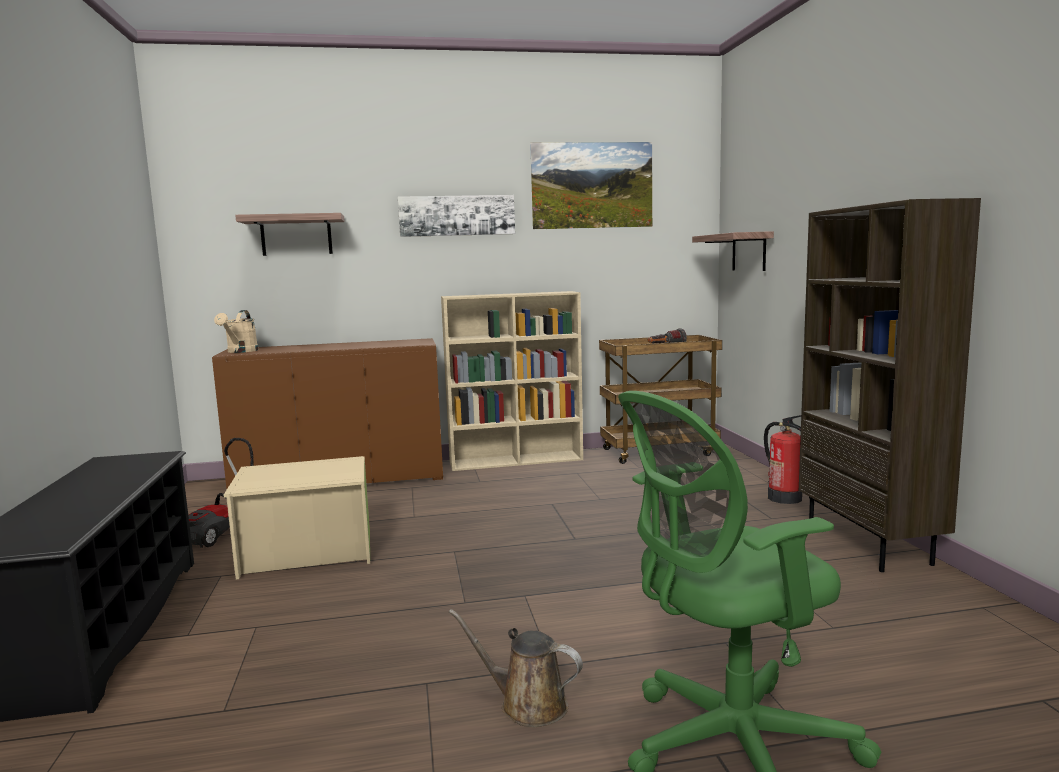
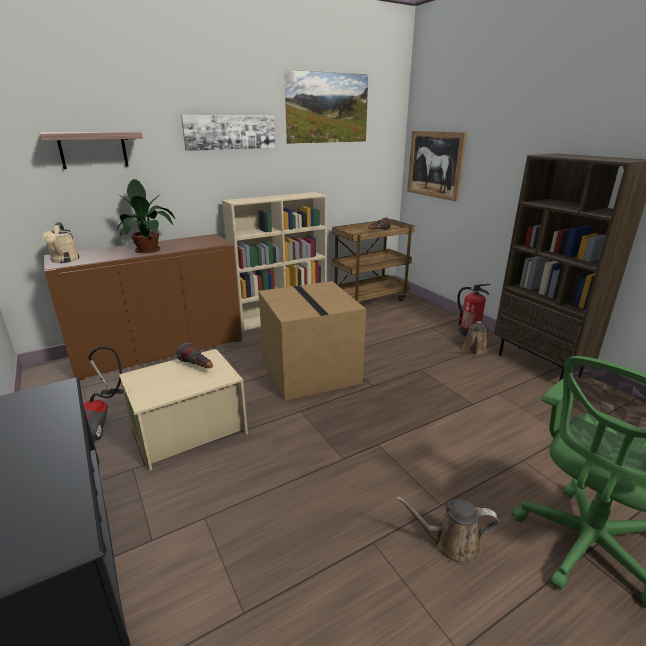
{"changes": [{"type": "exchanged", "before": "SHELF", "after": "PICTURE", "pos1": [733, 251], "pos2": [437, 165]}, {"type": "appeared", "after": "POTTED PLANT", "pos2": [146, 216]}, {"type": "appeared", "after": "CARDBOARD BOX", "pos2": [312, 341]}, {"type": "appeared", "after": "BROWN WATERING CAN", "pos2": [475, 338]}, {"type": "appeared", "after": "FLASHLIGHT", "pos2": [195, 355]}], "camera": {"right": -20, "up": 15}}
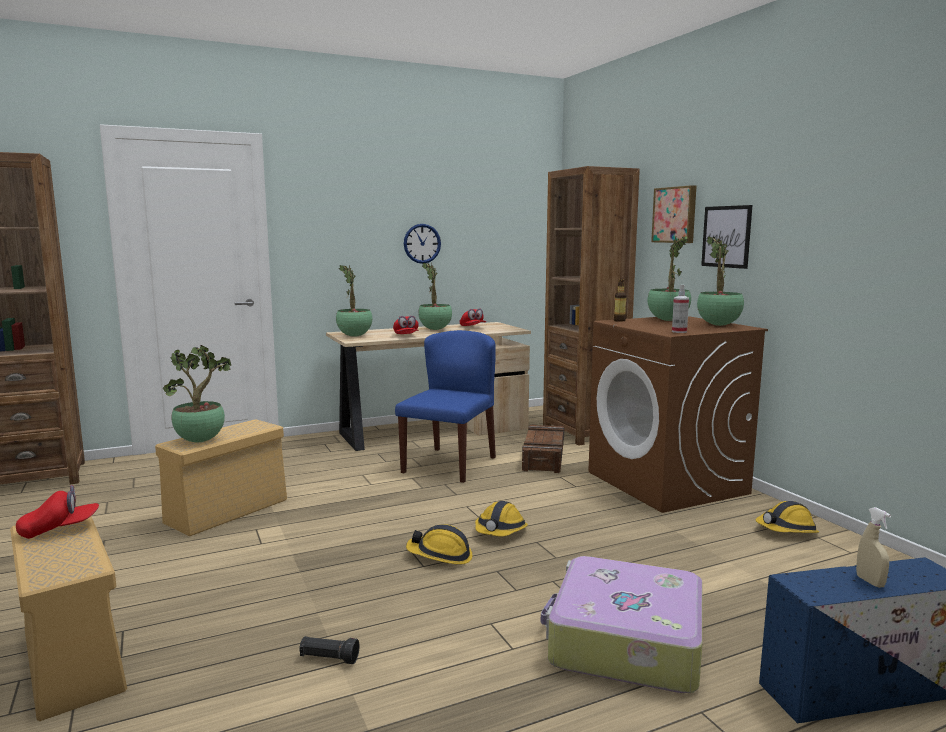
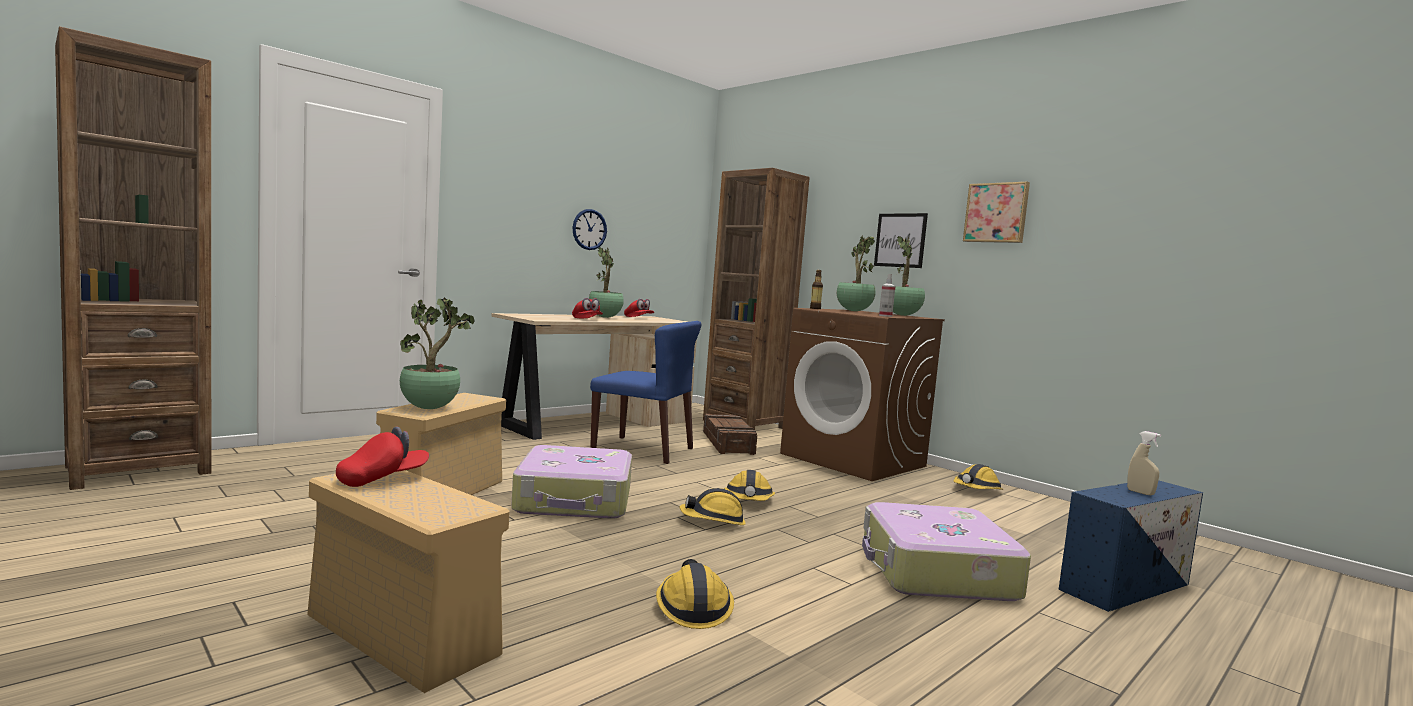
{"changes": [{"type": "relocated", "before": "PICTURE", "pos1": [673, 214], "pos2": [996, 212]}, {"type": "missing", "before": "POTTED PLANT", "pos1": [354, 301]}, {"type": "spun", "before": "BLUE CHAIR", "pos1": [445, 406], "pos2": [645, 392], "turn": 105}, {"type": "exchanged", "before": "BLACK FLASHLIGHT", "after": "HARD HAT", "pos1": [329, 650], "pos2": [695, 594]}, {"type": "appeared", "after": "SUITCASE", "pos2": [571, 482]}], "camera": {"right": -20, "up": -5}}
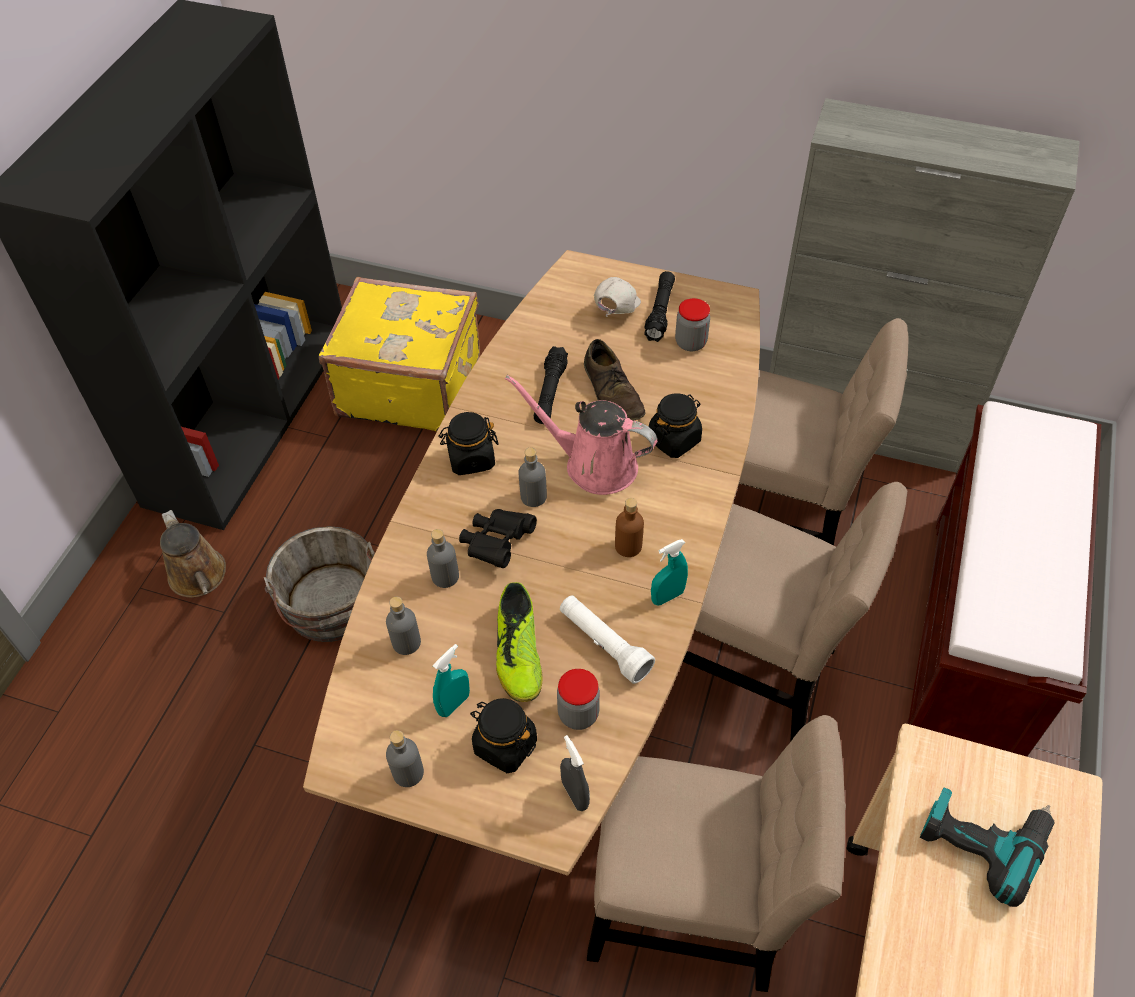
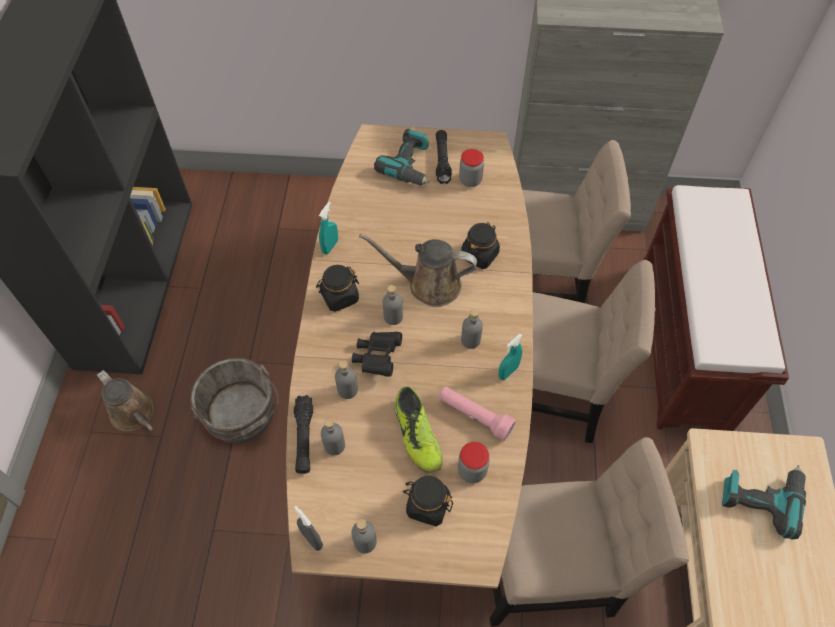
{"changes": [{"type": "missing", "before": "YELLOW SUITCASE", "pos1": [399, 354]}, {"type": "exchanged", "before": "WHITE CAP", "after": "POWER DRILL", "pos1": [617, 297], "pos2": [402, 157]}, {"type": "missing", "before": "BROWN SHOE", "pos1": [615, 380]}, {"type": "relocated", "before": "BLACK FLASHLIGHT", "pos1": [551, 385], "pos2": [303, 434]}, {"type": "colour", "before": "PINK WATERING CAN", "after": "BROWN WATERING CAN", "pos1": [581, 435], "pos2": [418, 270]}, {"type": "colour", "before": "BROWN BOTTLE", "after": "GREY BOTTLE", "pos1": [629, 527], "pos2": [472, 329]}, {"type": "colour", "before": "WHITE FLASHLIGHT", "after": "PINK FLASHLIGHT", "pos1": [607, 640], "pos2": [477, 414]}, {"type": "relocated", "before": "TURQUOISE SPRAY BOTTLE", "pos1": [451, 680], "pos2": [328, 228]}, {"type": "relocated", "before": "GREY SPRAY BOTTLE", "pos1": [575, 773], "pos2": [308, 528]}], "camera": {"right": -15, "up": 5}}
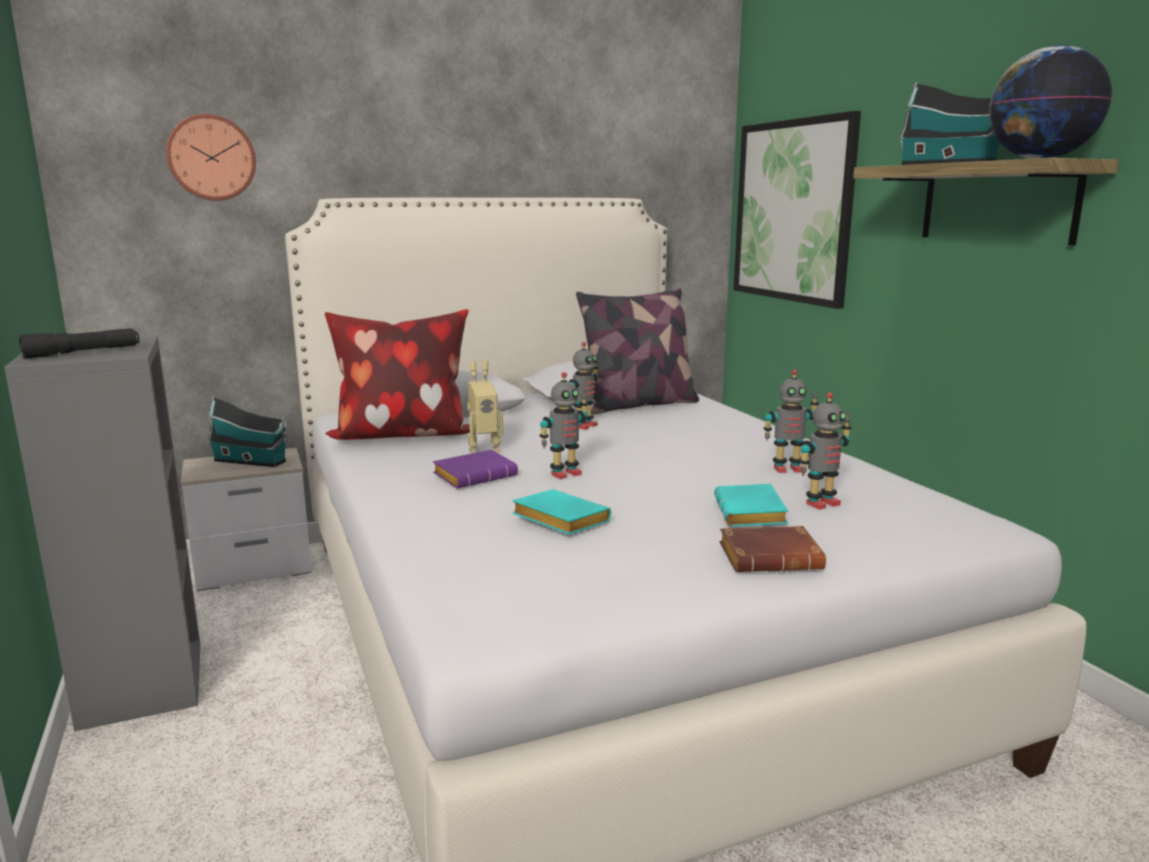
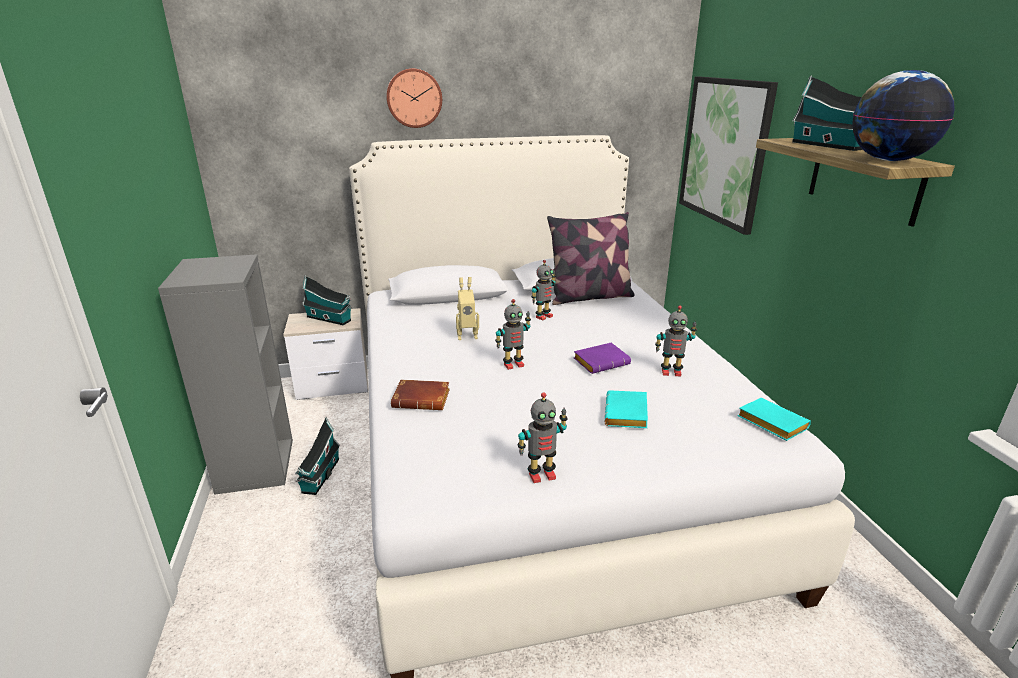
{"changes": [{"type": "relocated", "before": "WALL CLOCK", "pos1": [211, 157], "pos2": [414, 98]}, {"type": "missing", "before": "PILLOW", "pos1": [397, 374]}, {"type": "missing", "before": "BLACK FLASHLIGHT", "pos1": [79, 343]}, {"type": "relocated", "before": "TOY ROBOT", "pos1": [825, 451], "pos2": [543, 437]}, {"type": "relocated", "before": "PURPLE BOOK", "pos1": [475, 469], "pos2": [602, 358]}, {"type": "relocated", "before": "TURQUOISE BOOK", "pos1": [561, 512], "pos2": [774, 419]}, {"type": "relocated", "before": "BROWN BOOK", "pos1": [772, 549], "pos2": [420, 395]}, {"type": "appeared", "after": "TOY HOUSE", "pos2": [318, 456]}], "camera": {"right": 10, "up": 10}}
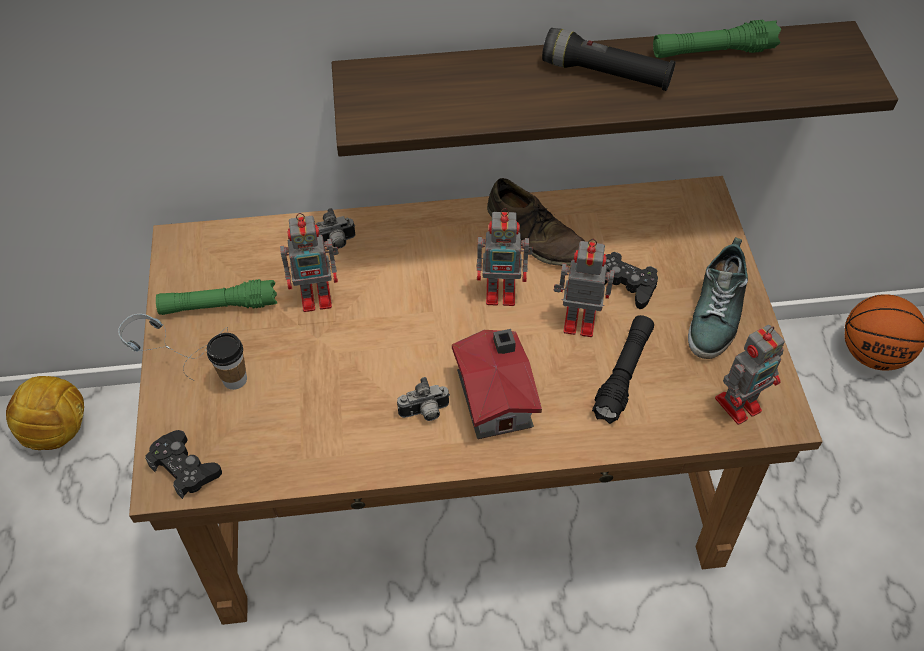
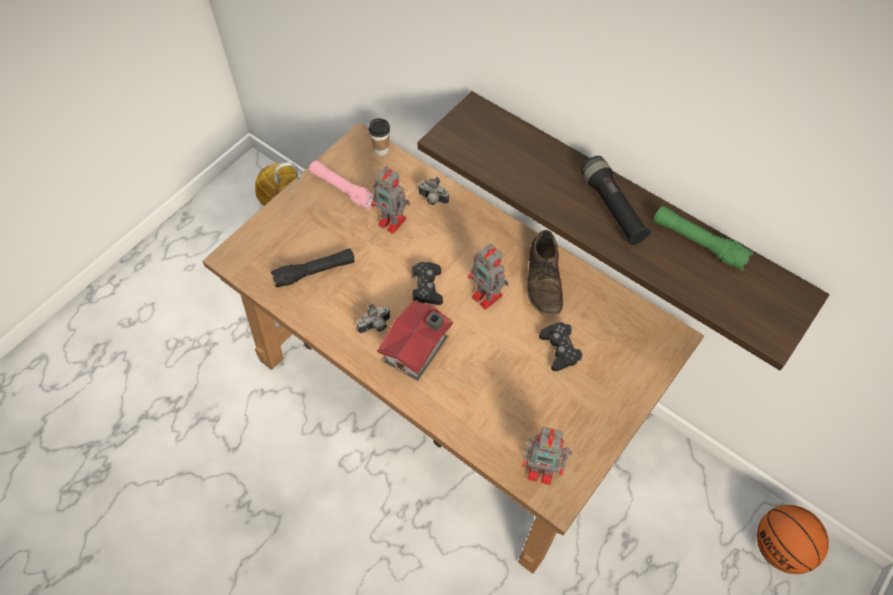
{"changes": [{"type": "missing", "before": "SHOE", "pos1": [718, 298]}, {"type": "missing", "before": "TOY ROBOT", "pos1": [584, 288]}, {"type": "colour", "before": "GREEN FLASHLIGHT", "after": "PINK FLASHLIGHT", "pos1": [216, 297], "pos2": [342, 185]}, {"type": "relocated", "before": "BLACK FLASHLIGHT", "pos1": [623, 369], "pos2": [313, 268]}, {"type": "relocated", "before": "CUP", "pos1": [227, 361], "pos2": [379, 137]}, {"type": "spun", "before": "PHOTO CAMERA", "pos1": [423, 399], "pos2": [373, 318], "turn": -60}, {"type": "relocated", "before": "BLACK GAME CONTROLLER", "pos1": [183, 464], "pos2": [427, 283]}], "camera": {"right": 45, "up": 5}}
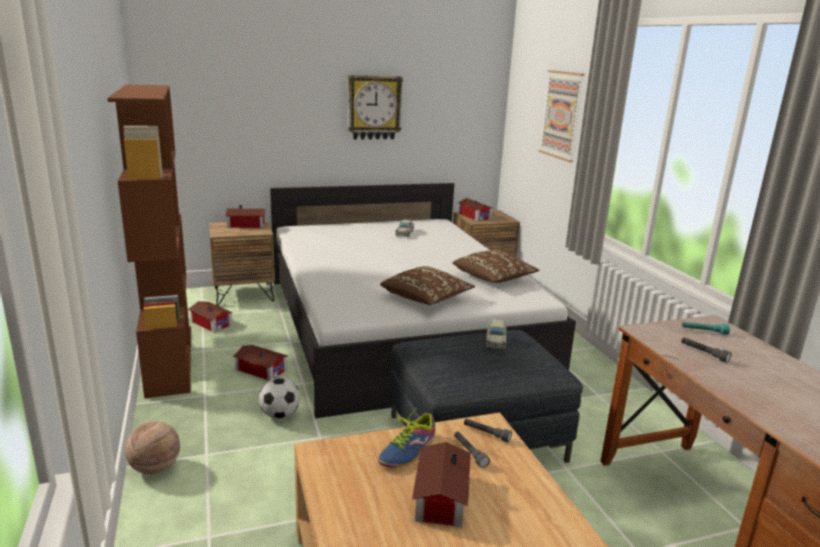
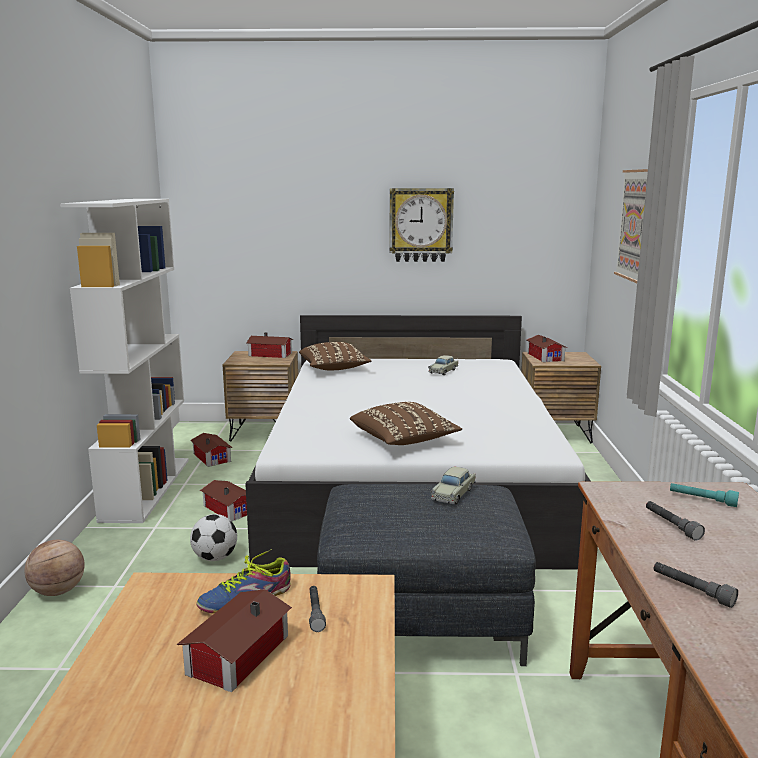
{"changes": [{"type": "colour", "before": "BROWN BOOKCASE", "after": "WHITE BOOKCASE", "pos1": [149, 241], "pos2": [124, 361]}, {"type": "relocated", "before": "BROWN PILLOW", "pos1": [496, 266], "pos2": [335, 356]}, {"type": "relocated", "before": "GREY FLASHLIGHT", "pos1": [488, 430], "pos2": [696, 585]}], "camera": {"right": 20, "up": -5}}
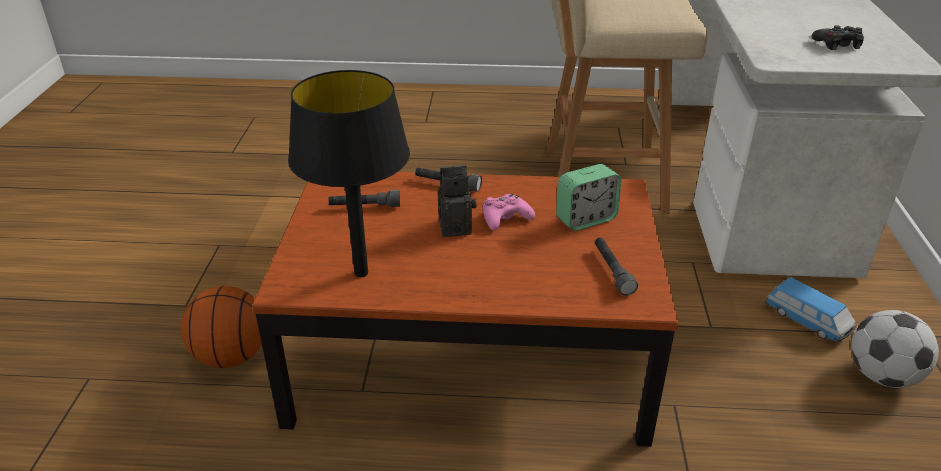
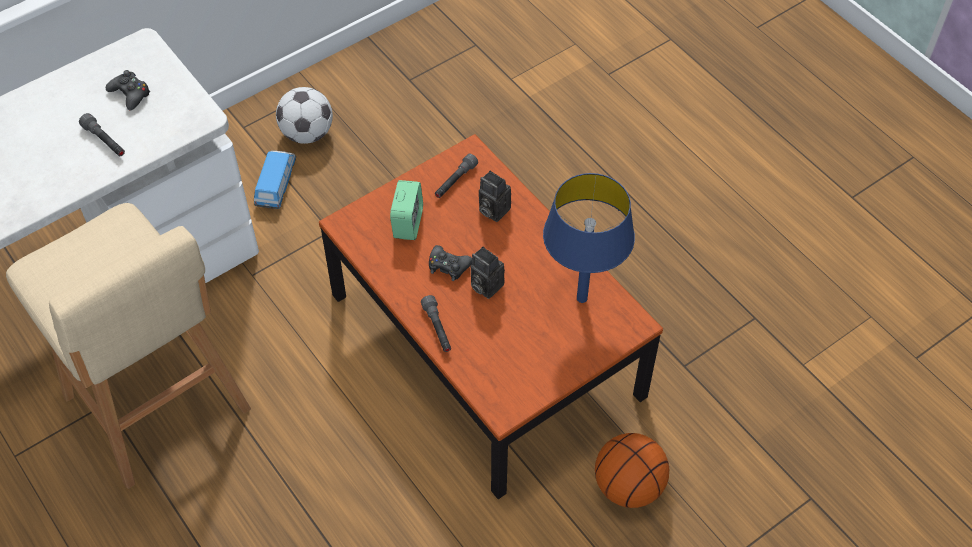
{"changes": [{"type": "colour", "before": "BLACK TABLE LAMP", "after": "BLUE TABLE LAMP", "pos1": [349, 173], "pos2": [589, 238]}, {"type": "spun", "before": "ALARM CLOCK", "pos1": [589, 197], "pos2": [406, 210], "turn": 75}, {"type": "relocated", "before": "GREY FLASHLIGHT", "pos1": [364, 198], "pos2": [102, 134]}, {"type": "colour", "before": "PINK GAME CONTROLLER", "after": "BLACK GAME CONTROLLER", "pos1": [508, 211], "pos2": [450, 263]}, {"type": "appeared", "after": "PHOTO CAMERA", "pos2": [495, 196]}], "camera": {"right": -130, "up": 20}}
